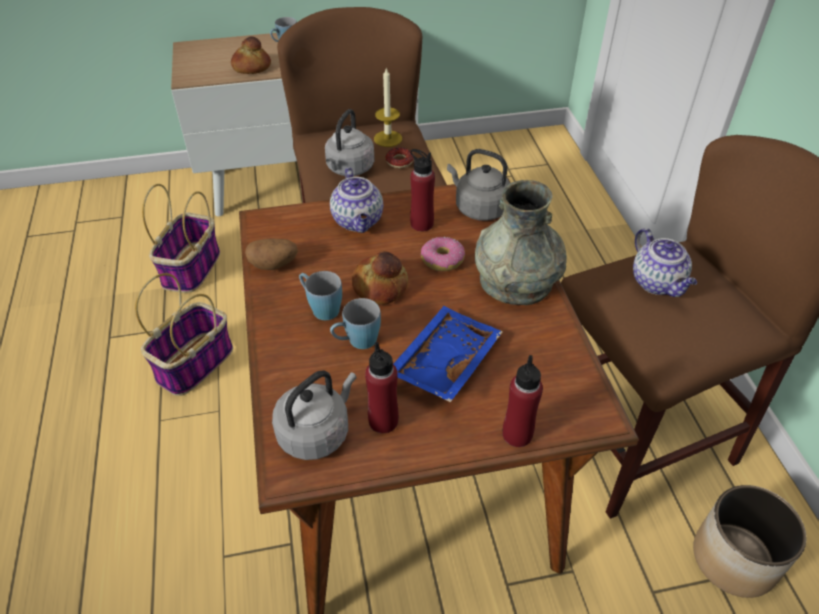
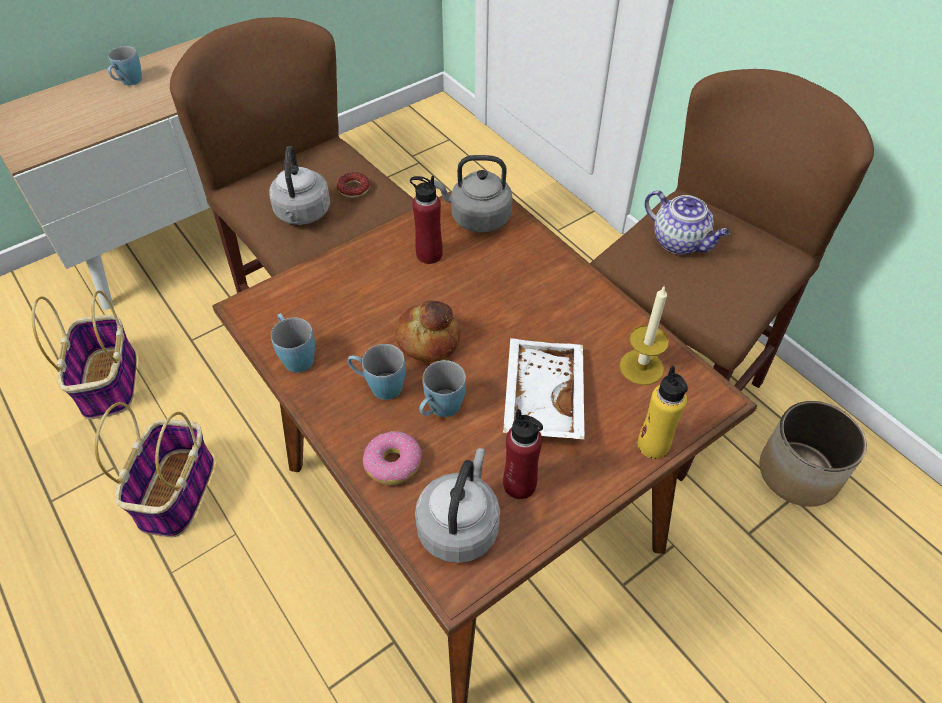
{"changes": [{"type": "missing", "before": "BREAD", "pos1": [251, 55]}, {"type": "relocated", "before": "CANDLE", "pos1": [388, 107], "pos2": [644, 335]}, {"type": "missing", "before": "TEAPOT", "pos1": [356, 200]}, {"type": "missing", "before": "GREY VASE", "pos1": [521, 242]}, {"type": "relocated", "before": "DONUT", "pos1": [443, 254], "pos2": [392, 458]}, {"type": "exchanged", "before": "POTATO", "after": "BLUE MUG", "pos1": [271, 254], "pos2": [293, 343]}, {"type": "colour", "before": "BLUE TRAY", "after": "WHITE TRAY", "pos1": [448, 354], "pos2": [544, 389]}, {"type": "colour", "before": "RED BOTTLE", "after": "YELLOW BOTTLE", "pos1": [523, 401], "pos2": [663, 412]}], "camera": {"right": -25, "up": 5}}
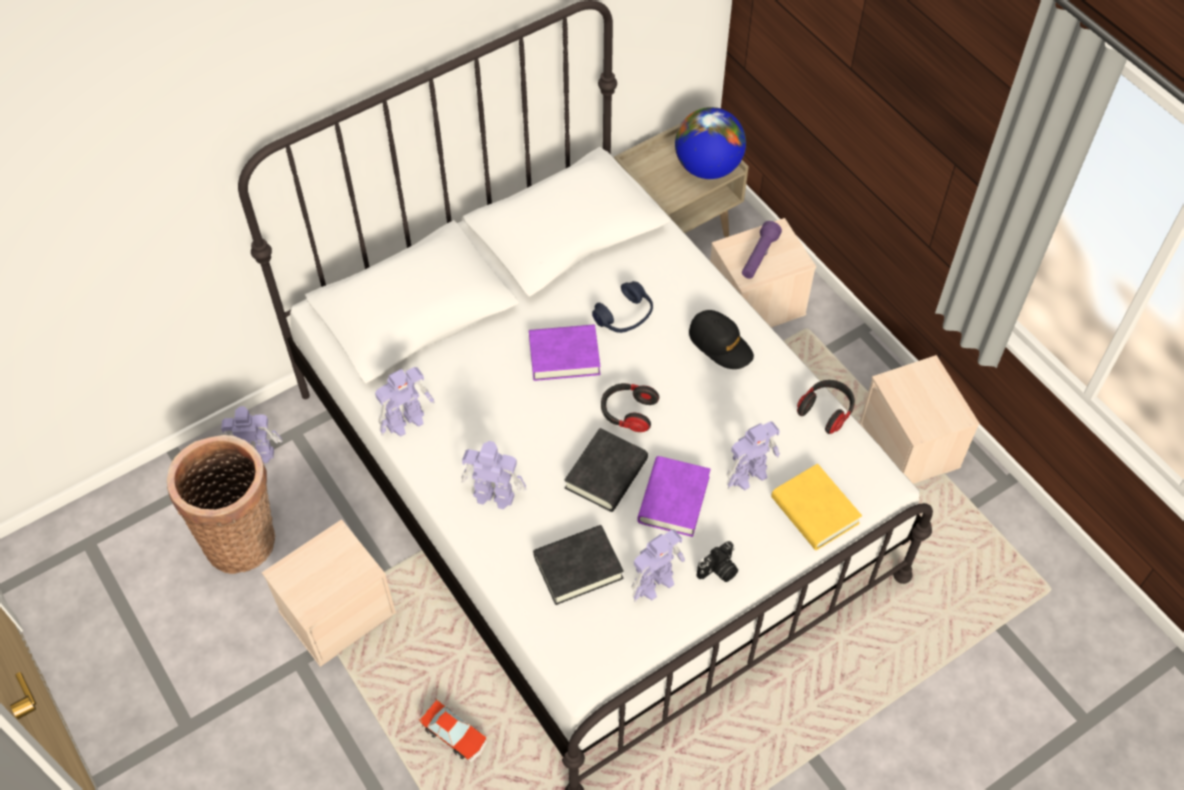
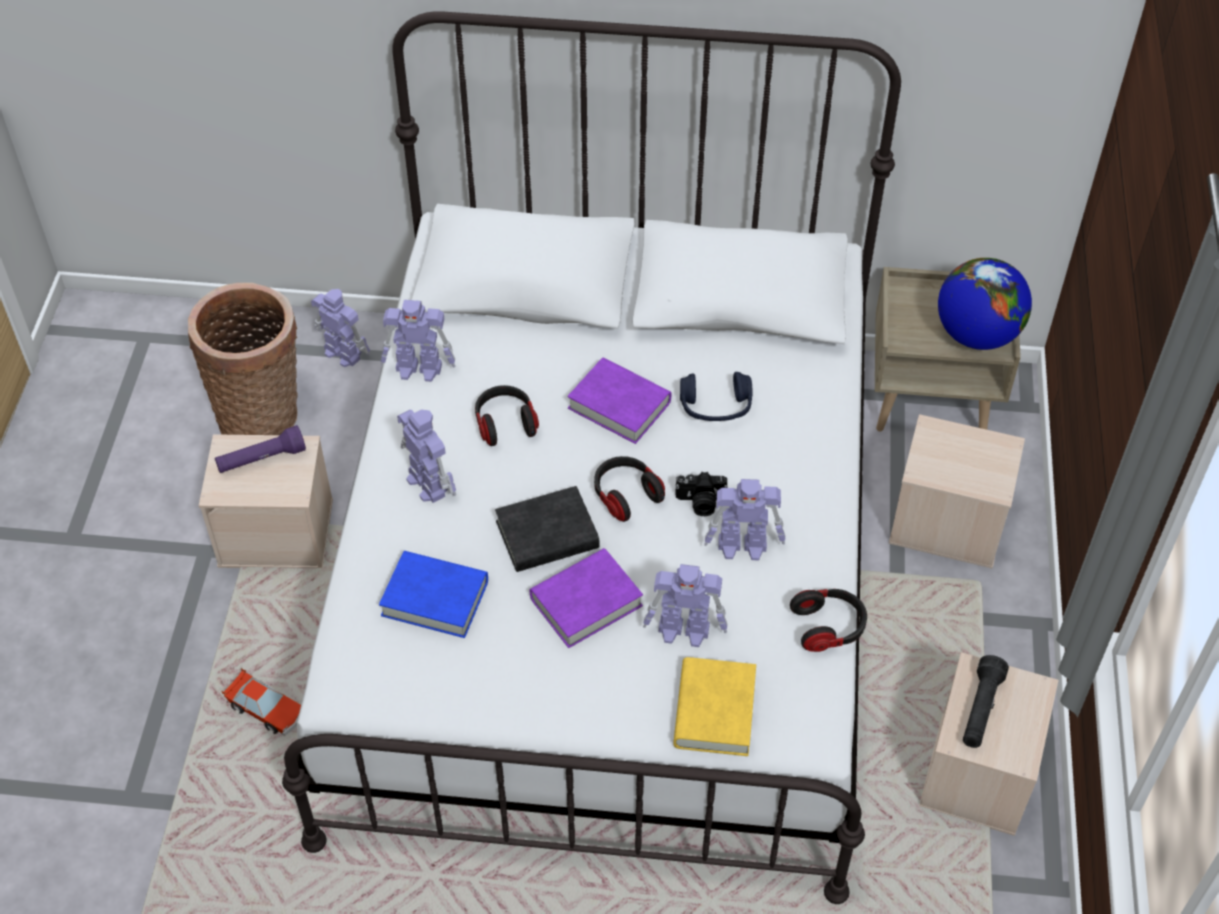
{"changes": [{"type": "relocated", "before": "PURPLE FLASHLIGHT", "pos1": [762, 250], "pos2": [260, 449]}, {"type": "missing", "before": "BLACK CAP", "pos1": [721, 339]}, {"type": "colour", "before": "BLACK BOOK", "after": "BLUE BOOK", "pos1": [578, 565], "pos2": [433, 594]}, {"type": "relocated", "before": "TOY ROBOT", "pos1": [658, 565], "pos2": [744, 520]}, {"type": "relocated", "before": "PHOTO CAMERA", "pos1": [717, 561], "pos2": [701, 494]}, {"type": "spun", "before": "TOY CAR", "pos1": [452, 730], "pos2": [261, 702], "turn": -45}, {"type": "appeared", "after": "HEADPHONES", "pos2": [507, 415]}, {"type": "appeared", "after": "BLACK FLASHLIGHT", "pos2": [986, 701]}], "camera": {"right": 40, "up": -5}}
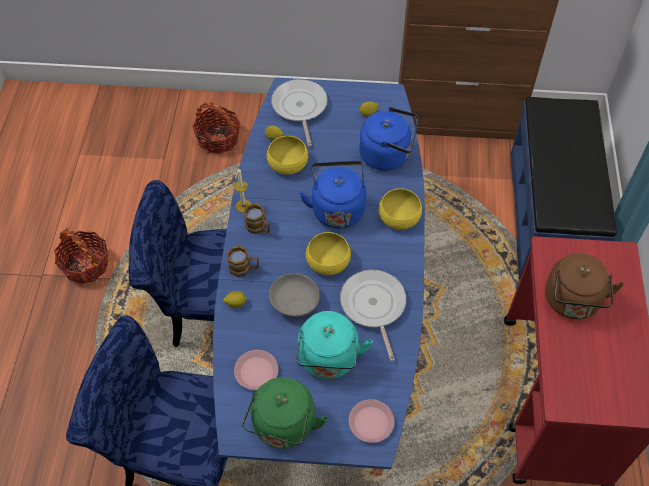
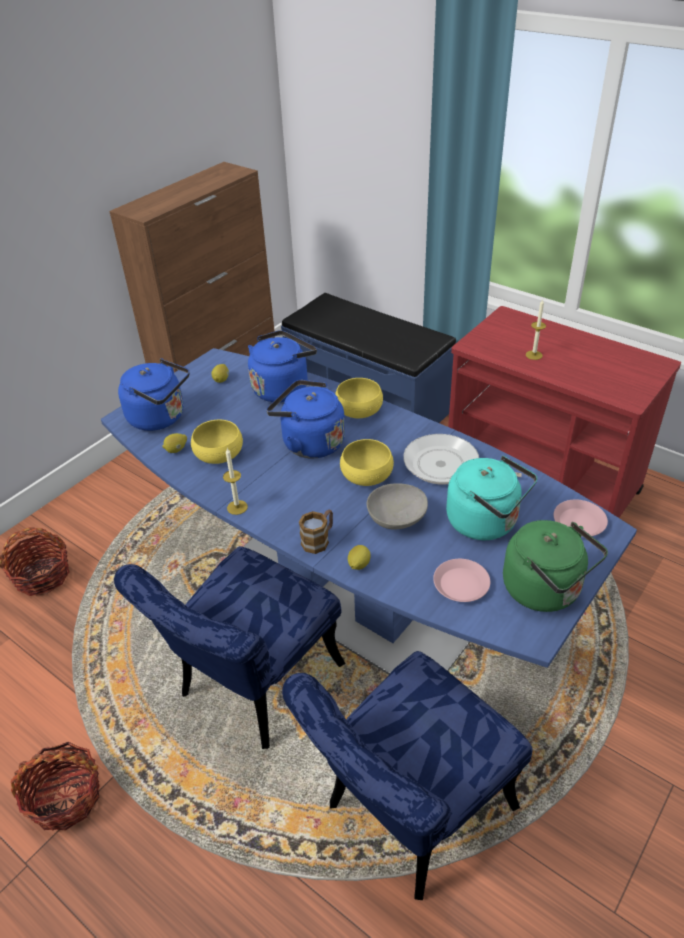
{"changes": [{"type": "exchanged", "before": "FRYING PAN", "after": "BLUE KETTLE", "pos1": [299, 113], "pos2": [154, 394]}, {"type": "missing", "before": "MUG", "pos1": [257, 218]}, {"type": "exchanged", "before": "BROWN KETTLE", "after": "CANDLE", "pos1": [584, 286], "pos2": [536, 329]}], "camera": {"right": -55, "up": -15}}
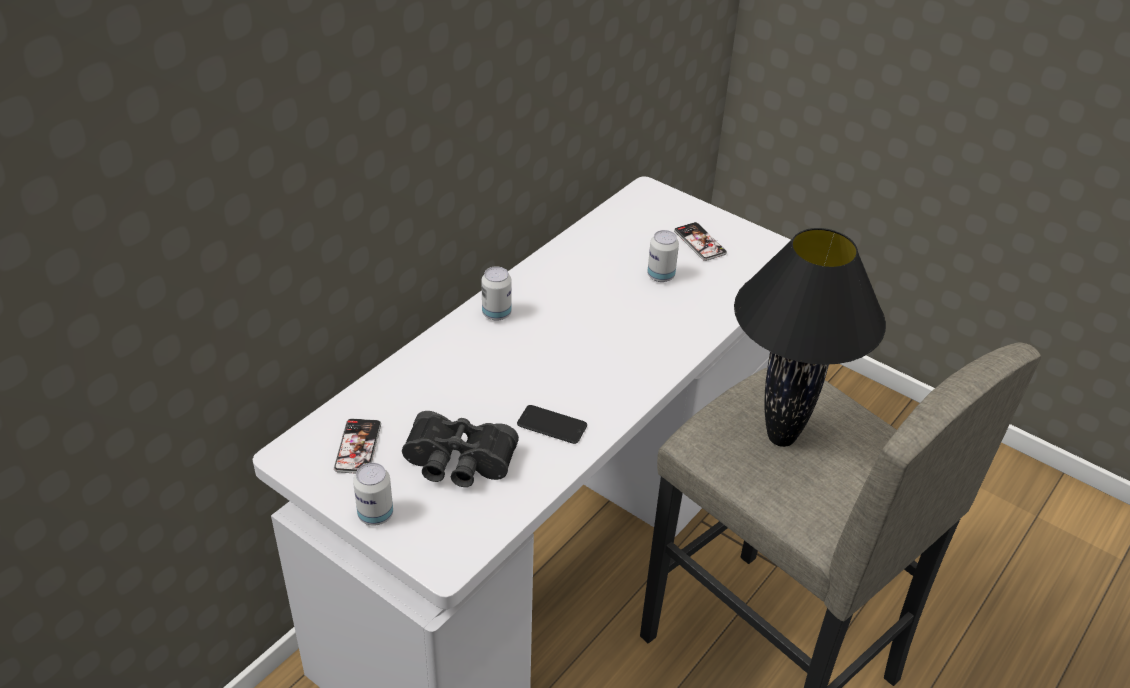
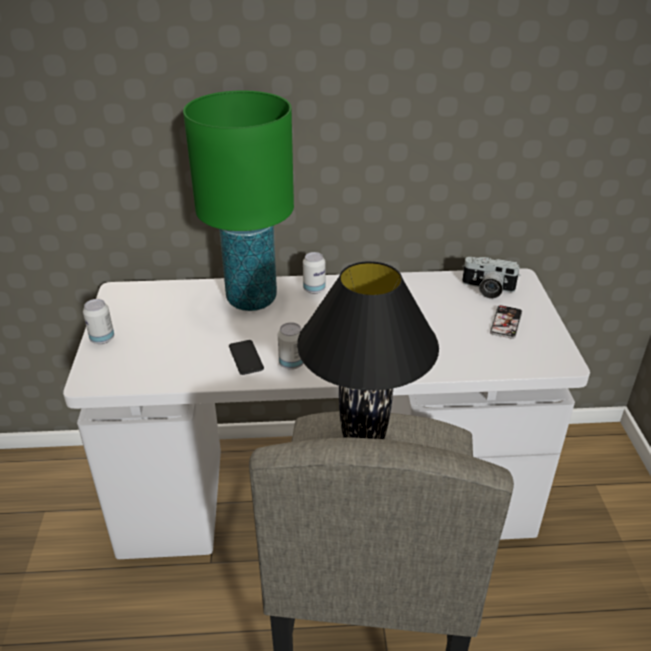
{"changes": [{"type": "relocated", "before": "CAN", "pos1": [663, 256], "pos2": [291, 346]}, {"type": "missing", "before": "BLACK BINOCULARS", "pos1": [460, 449]}, {"type": "missing", "before": "PHONE", "pos1": [357, 446]}, {"type": "appeared", "after": "GREEN TABLE LAMP", "pos2": [238, 200]}, {"type": "appeared", "after": "PHOTO CAMERA", "pos2": [491, 278]}], "camera": {"right": 50, "up": -5}}
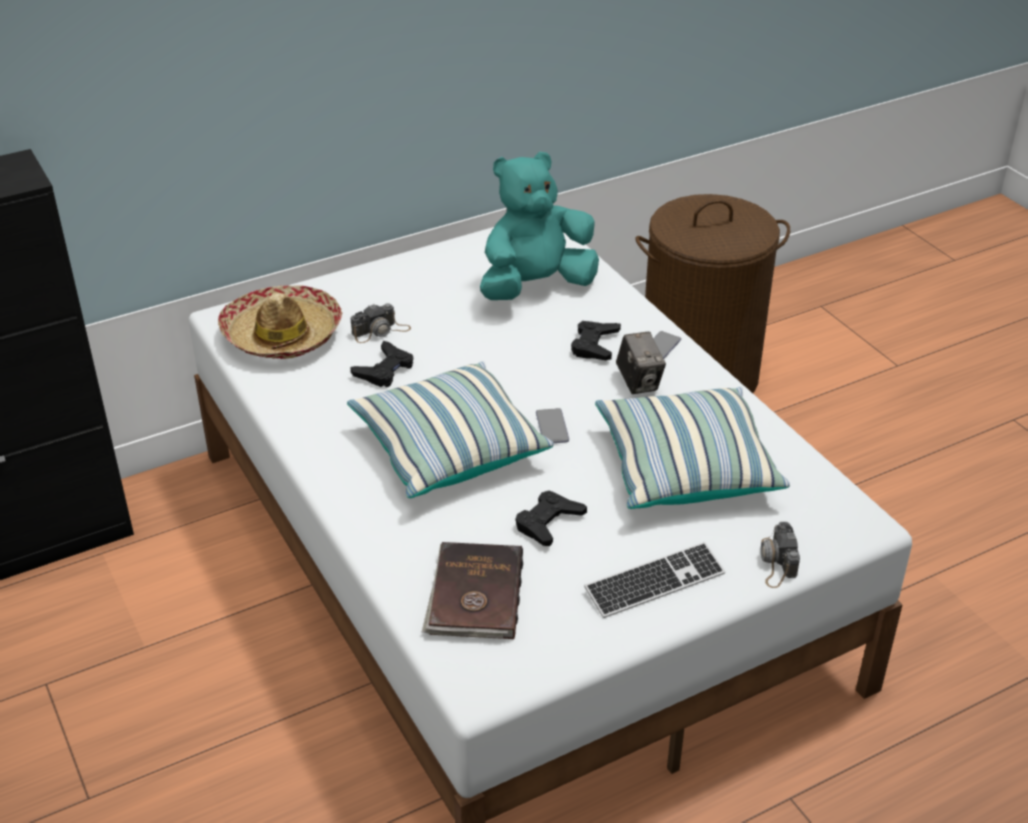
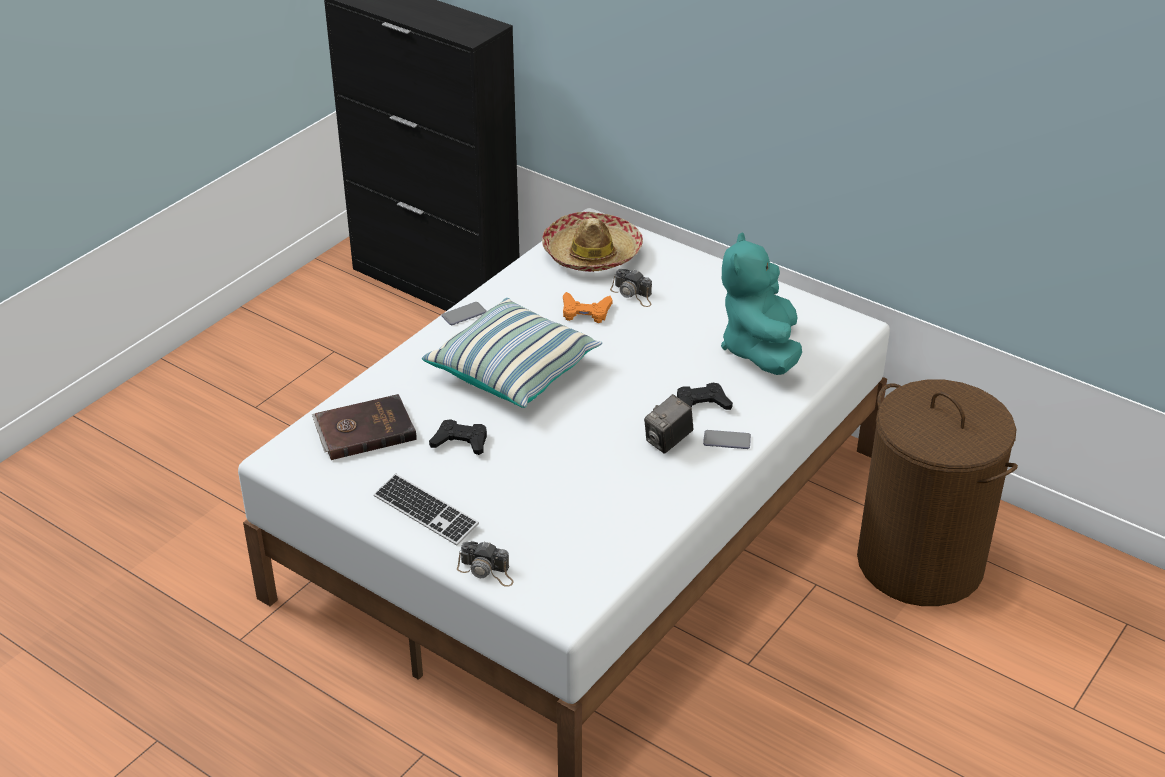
{"changes": [{"type": "spun", "before": "TURQUOISE PLUSH TOY", "pos1": [539, 225], "pos2": [761, 303], "turn": -120}, {"type": "colour", "before": "BLACK GAME CONTROLLER", "after": "ORANGE GAME CONTROLLER", "pos1": [381, 364], "pos2": [588, 307]}, {"type": "missing", "before": "PILLOW", "pos1": [692, 448]}, {"type": "relocated", "before": "PHONE", "pos1": [552, 425], "pos2": [464, 313]}, {"type": "spun", "before": "PHOTO CAMERA", "pos1": [780, 555], "pos2": [485, 564], "turn": -135}], "camera": {"right": 65, "up": 0}}
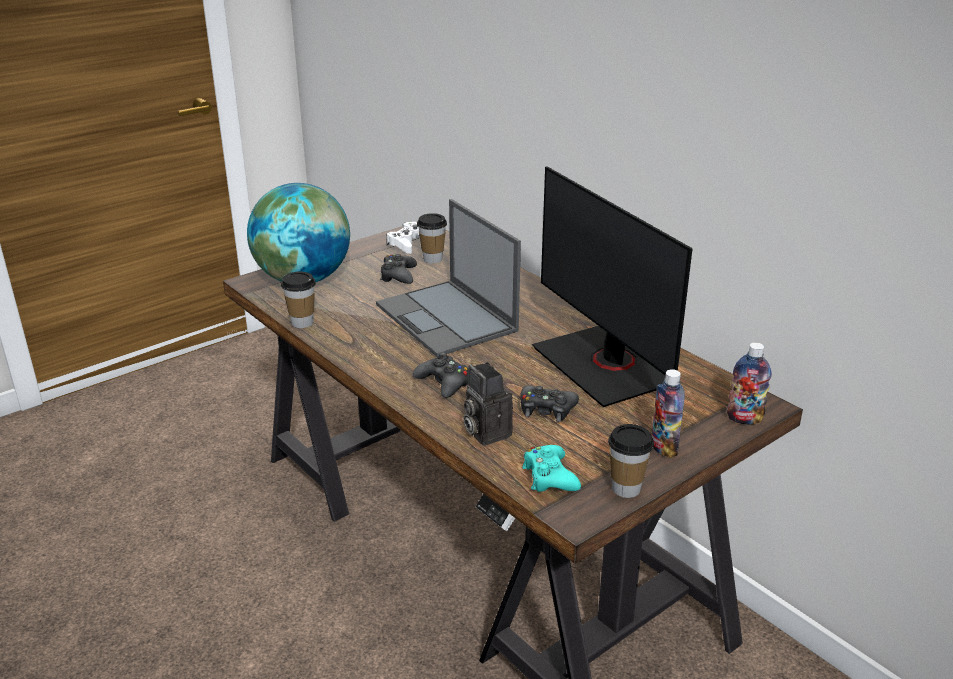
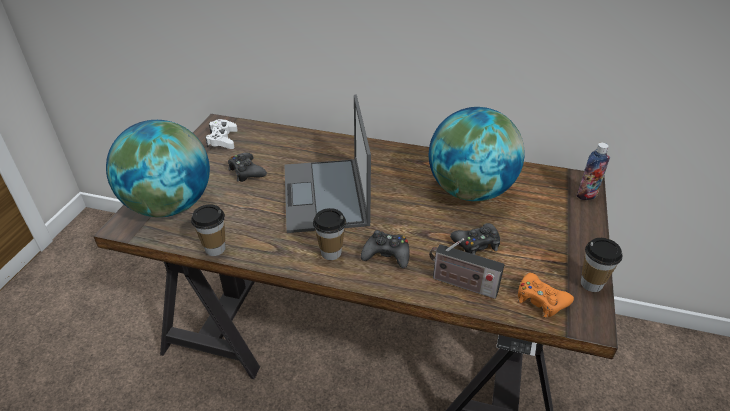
{"changes": [{"type": "exchanged", "before": "MONITOR", "after": "GLOBE", "pos1": [612, 286], "pos2": [477, 154]}, {"type": "spun", "before": "LAPTOP", "pos1": [448, 278], "pos2": [327, 164], "turn": 60}, {"type": "relocated", "before": "CUP", "pos1": [432, 238], "pos2": [329, 234]}, {"type": "exchanged", "before": "PHOTO CAMERA", "after": "RADIO", "pos1": [488, 404], "pos2": [467, 268]}, {"type": "missing", "before": "BOTTLE", "pos1": [668, 413]}, {"type": "colour", "before": "TURQUOISE GAME CONTROLLER", "after": "ORANGE GAME CONTROLLER", "pos1": [551, 468], "pos2": [546, 295]}], "camera": {"right": -35, "up": 10}}
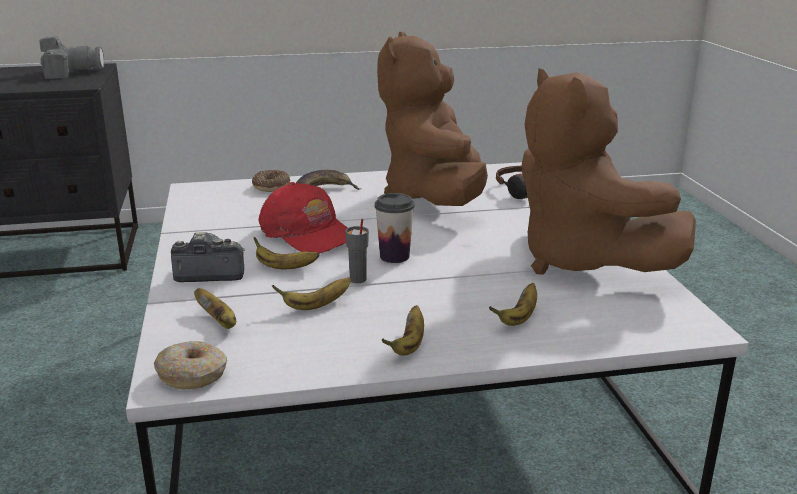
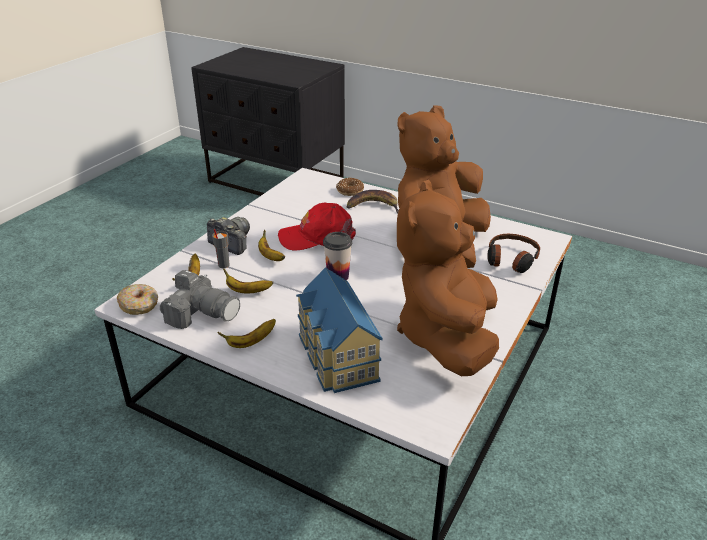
{"changes": [{"type": "relocated", "before": "PHOTO CAMERA", "pos1": [71, 57], "pos2": [200, 299]}, {"type": "spun", "before": "RED CAP", "pos1": [303, 218], "pos2": [317, 227], "turn": 90}, {"type": "relocated", "before": "GREY CUP", "pos1": [357, 251], "pos2": [221, 248]}, {"type": "exchanged", "before": "BANANA", "after": "TOY HOUSE", "pos1": [513, 304], "pos2": [339, 330]}], "camera": {"right": 40, "up": 10}}
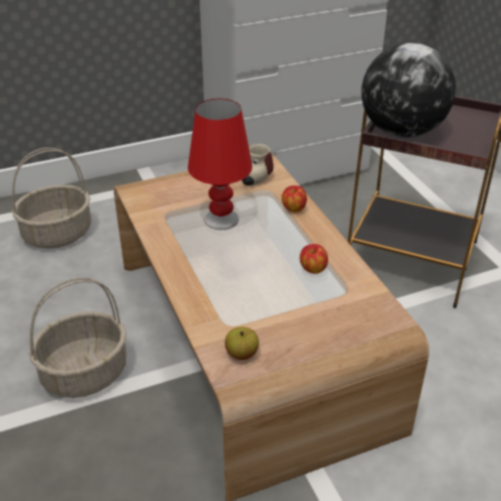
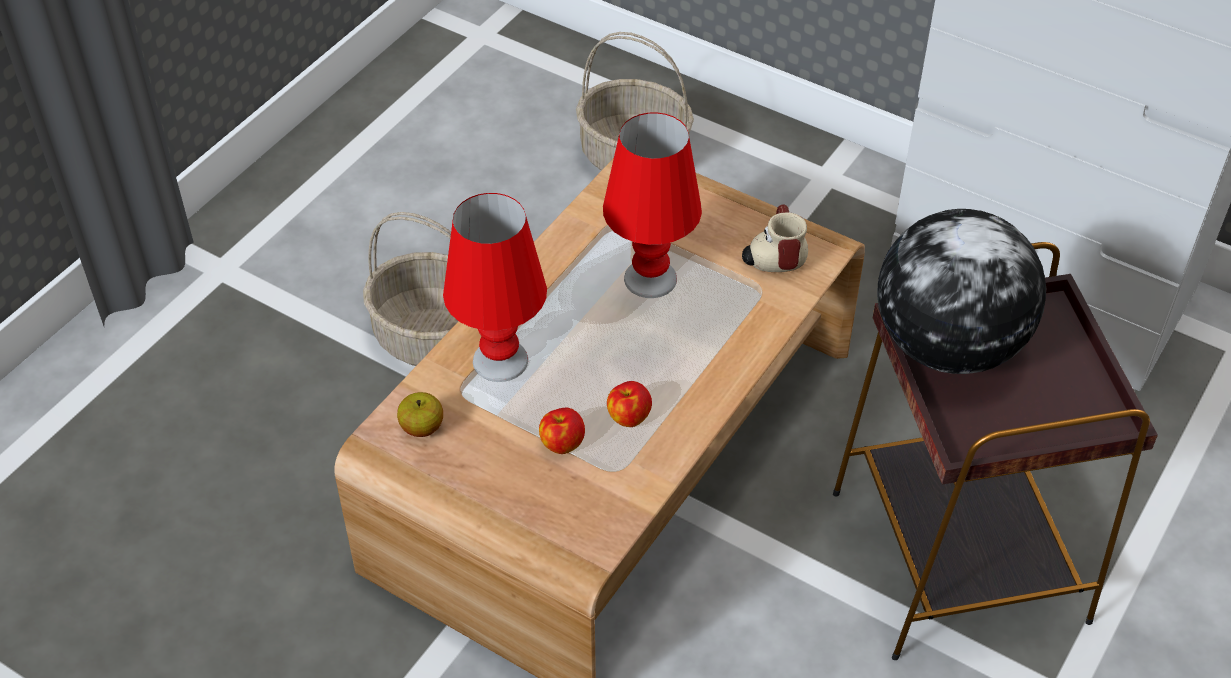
{"changes": [{"type": "relocated", "before": "APPLE", "pos1": [294, 198], "pos2": [562, 431]}, {"type": "appeared", "after": "RED TABLE LAMP", "pos2": [495, 287]}], "camera": {"right": 55, "up": 10}}
